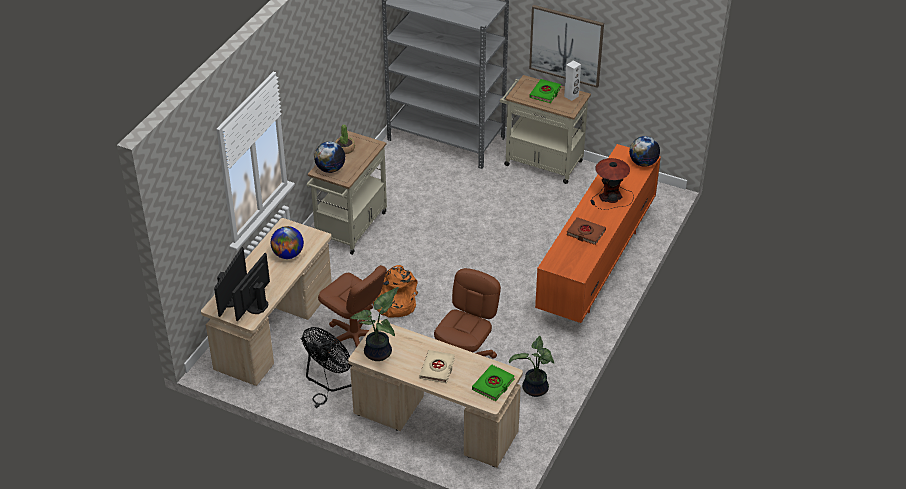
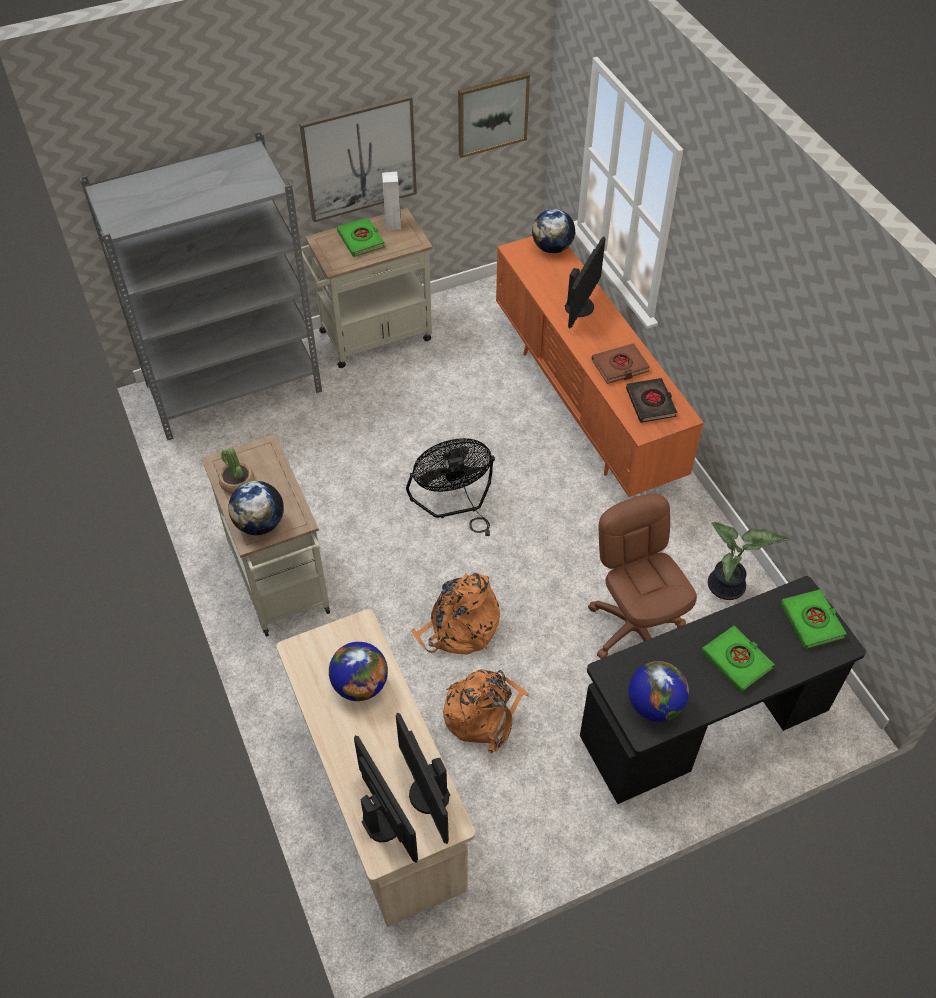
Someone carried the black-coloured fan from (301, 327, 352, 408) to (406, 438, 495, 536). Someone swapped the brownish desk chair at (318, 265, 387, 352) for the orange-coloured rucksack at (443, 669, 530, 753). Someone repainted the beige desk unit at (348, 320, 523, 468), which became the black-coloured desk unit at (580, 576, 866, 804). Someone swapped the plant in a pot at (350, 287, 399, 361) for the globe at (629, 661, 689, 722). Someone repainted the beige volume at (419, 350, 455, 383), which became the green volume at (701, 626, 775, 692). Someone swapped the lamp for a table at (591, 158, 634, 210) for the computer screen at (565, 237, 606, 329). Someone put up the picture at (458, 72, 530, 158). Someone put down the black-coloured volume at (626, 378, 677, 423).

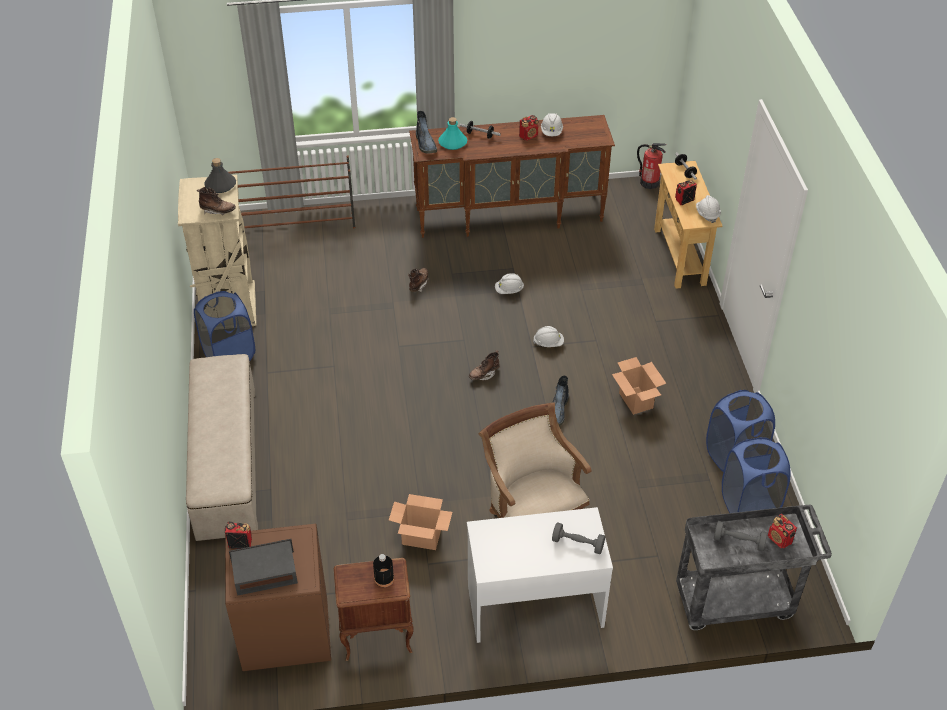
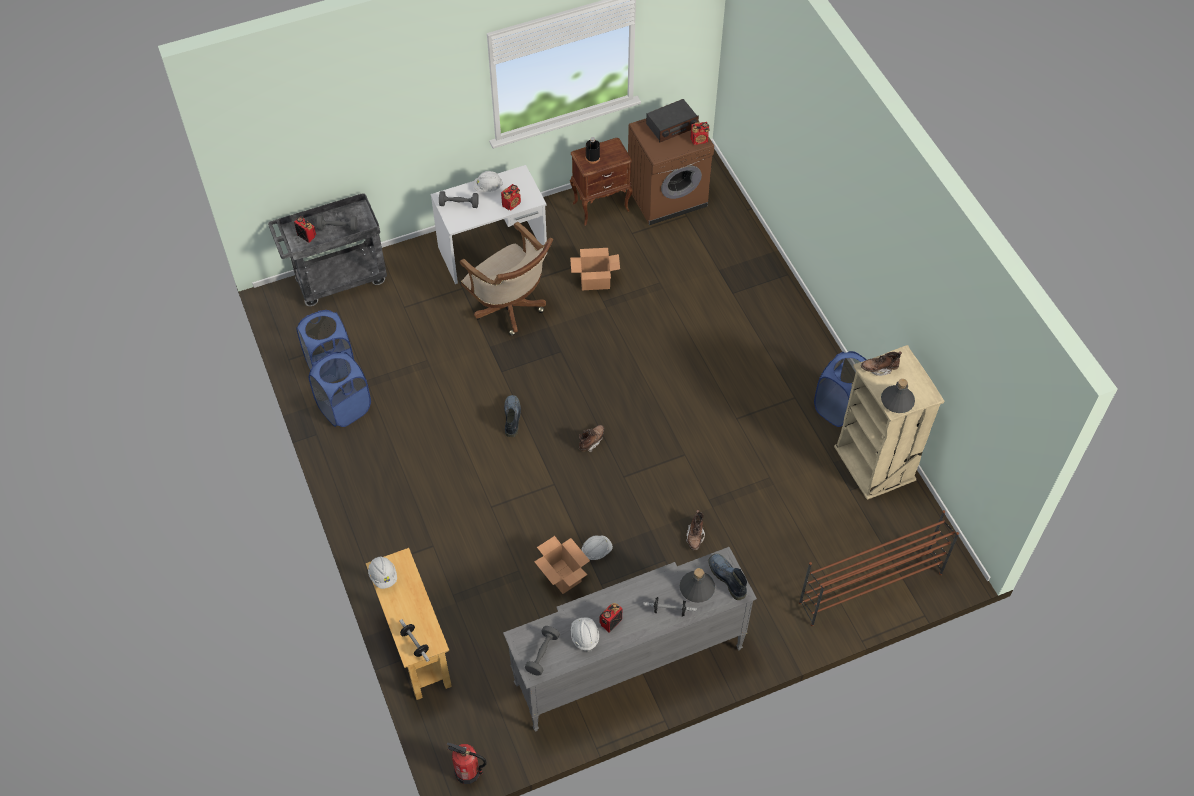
Someone took away the beige indoor bench at (186, 354, 258, 541). Someone repainted the brownish cabinet at (409, 115, 615, 238), which became the grey cabinet at (503, 547, 757, 732). Someone repainted the turquoise-coloured beverage bottle at (438, 117, 467, 150), which became the grey beverage bottle at (680, 568, 715, 603). Someone carried the white hard hat from (533, 326, 564, 347) to (473, 171, 503, 192). Someone carried the packing box from (612, 357, 666, 415) to (534, 536, 590, 594). Someone carried the radio receiver from (675, 180, 697, 205) to (501, 184, 521, 210). Someone put down the grey hand weight at (525, 626, 560, 676).

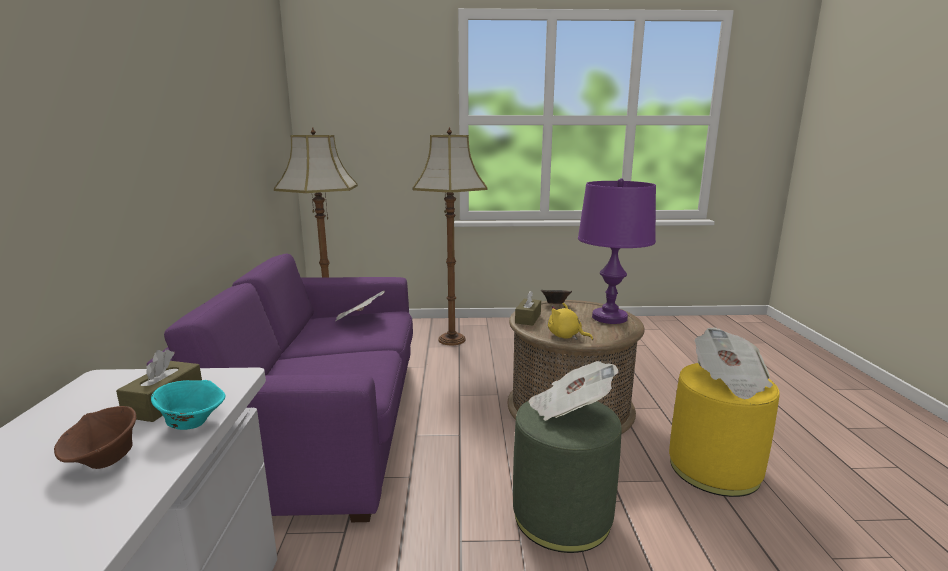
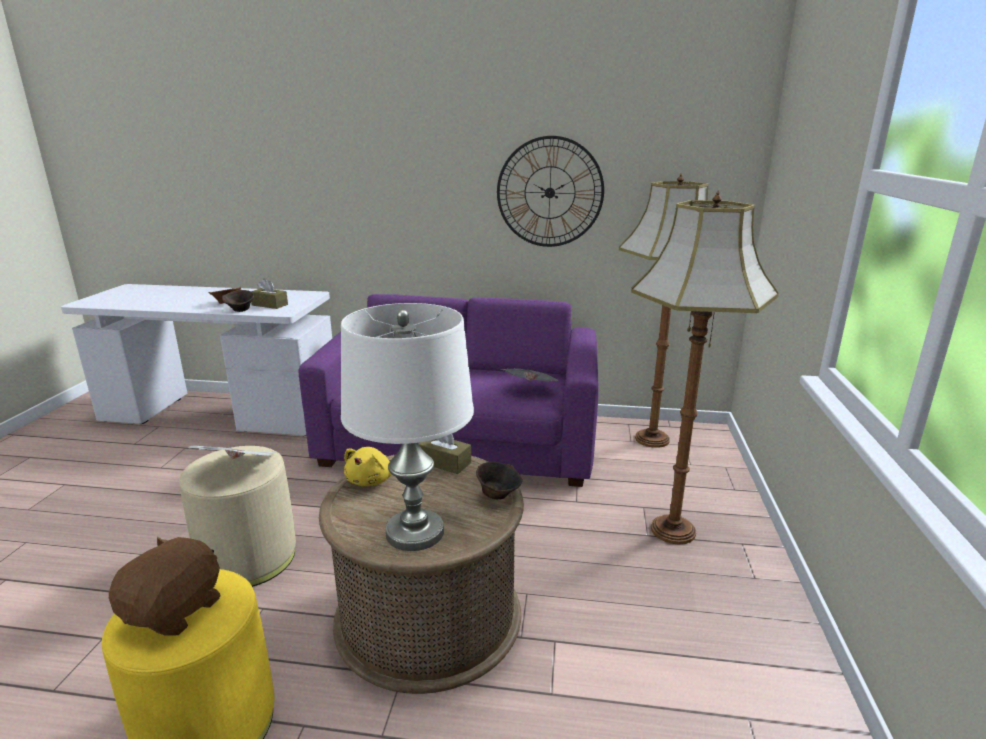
Someone repainted the turquoise-coloured serving bowl at (151, 380, 226, 430), which became the brownish serving bowl at (222, 290, 254, 312). Someone repainted the green footrest at (513, 401, 622, 553), which became the beige footrest at (179, 446, 296, 587). Someone rotated the yellow soft toy at (548, 303, 593, 340) by 150 degrees clockwise. Someone repainted the purple lamp for a table at (578, 178, 656, 324), which became the white lamp for a table at (341, 303, 474, 551). Someone swapped the daily paper at (695, 327, 773, 399) for the brownish soft toy at (109, 536, 221, 636). Someone put up the clock on the wall at (497, 136, 604, 247).

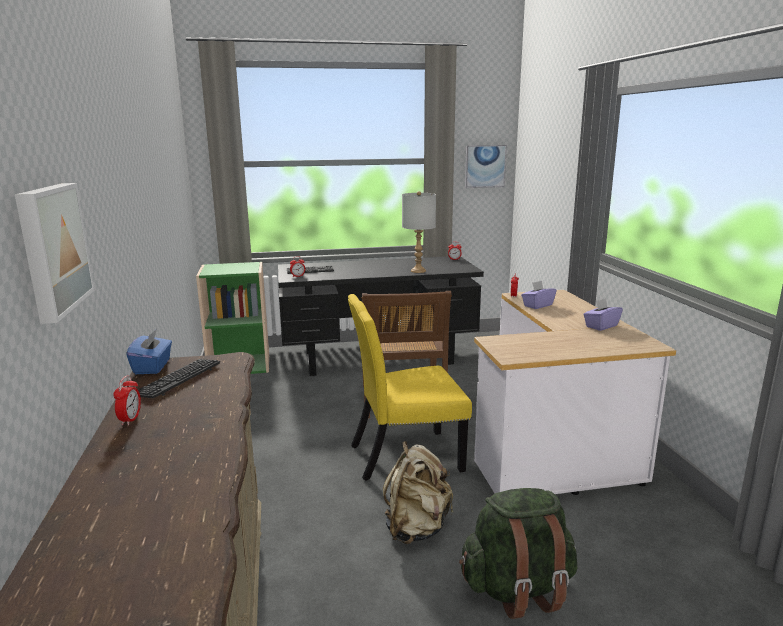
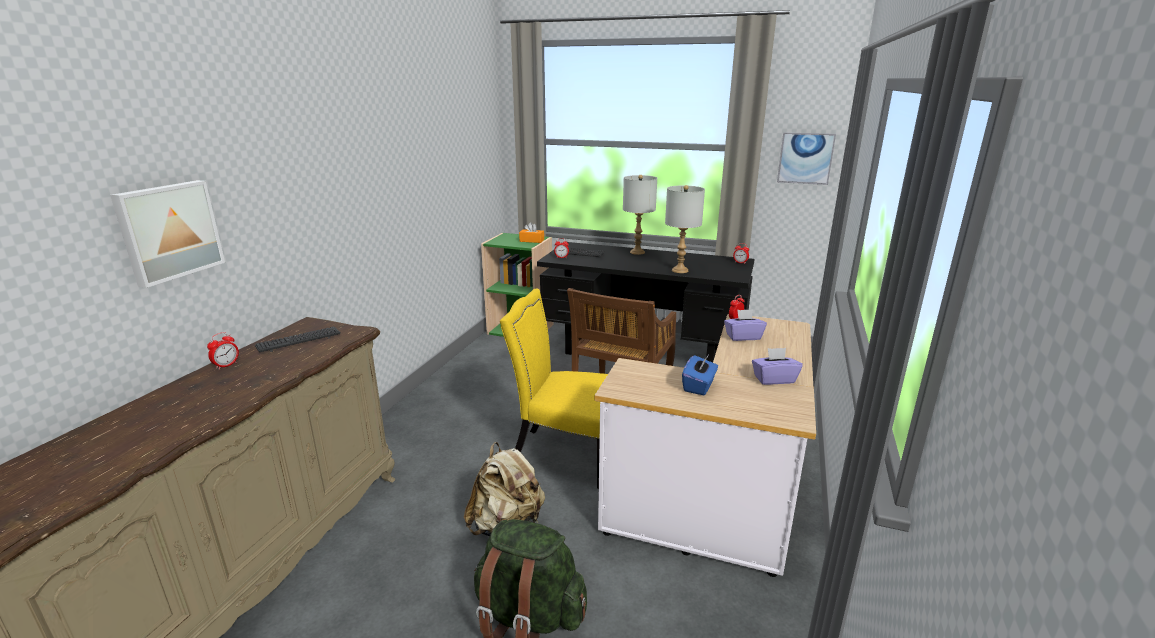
Someone carried the blue-coloured box of tissues from (126, 329, 172, 374) to (682, 355, 718, 395). Someone put down the orange-coloured box of tissues at (519, 222, 544, 243). Someone put down the grey lamp for a table at (623, 175, 657, 255).

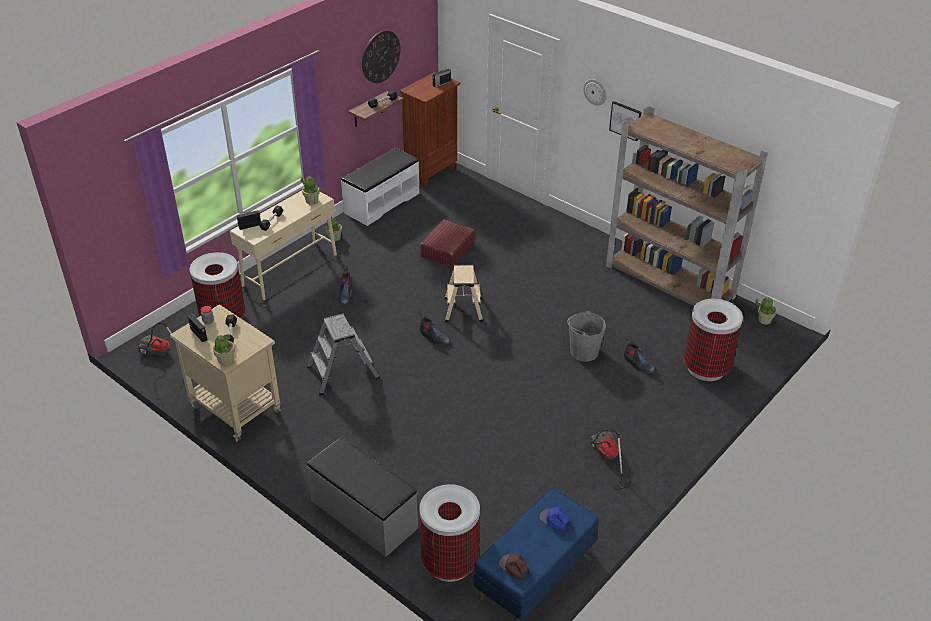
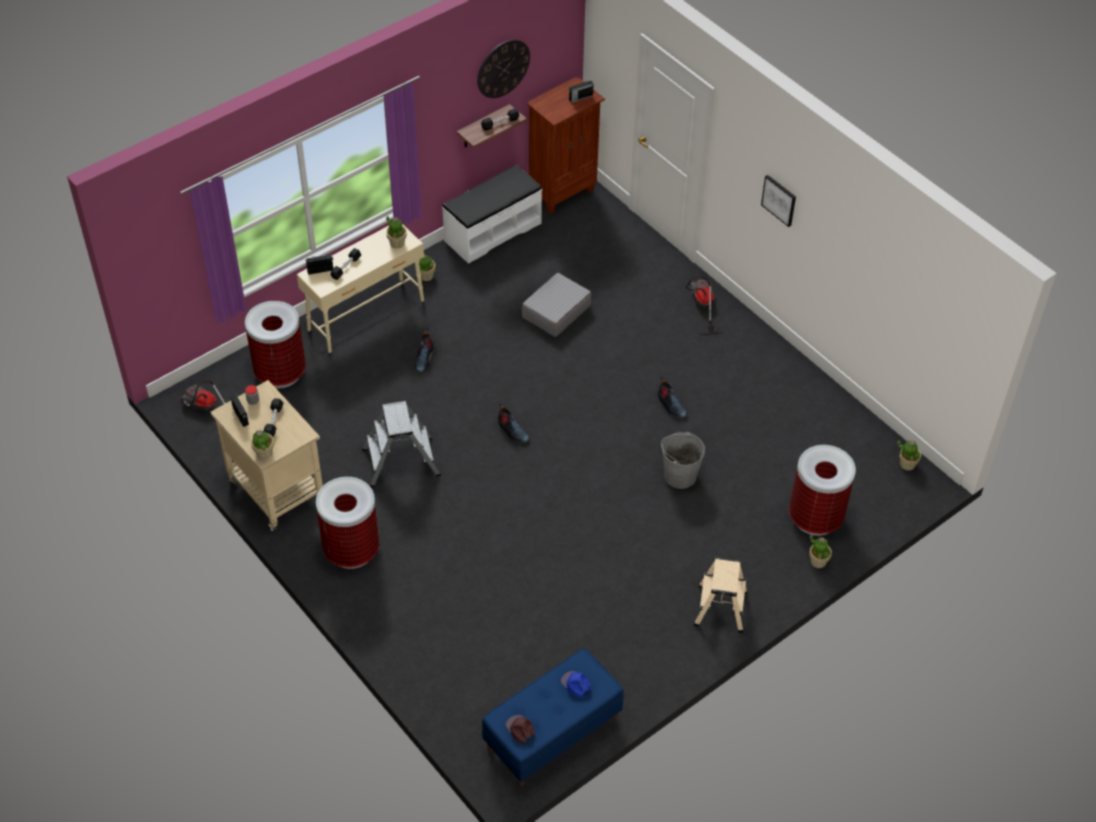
Someone took away the grey indoor bench at (307, 437, 418, 557). Someone carried the waste bin from (419, 484, 480, 582) to (316, 477, 379, 569). Someone repainted the red suitcase at (420, 220, 475, 267), which became the grey suitcase at (522, 273, 591, 337). Someone carried the beige step ladder from (444, 264, 484, 323) to (693, 557, 748, 633). Someone took away the clock on the wall at (583, 79, 606, 106). Someone carried the vacuum cleaner from (590, 429, 636, 490) to (686, 276, 722, 335). Someone took away the brownish bookshelf at (606, 106, 768, 306). Someone carried the boot from (624, 336, 655, 374) to (658, 374, 687, 418). Someone put down the plant in a pot at (809, 535, 832, 568).

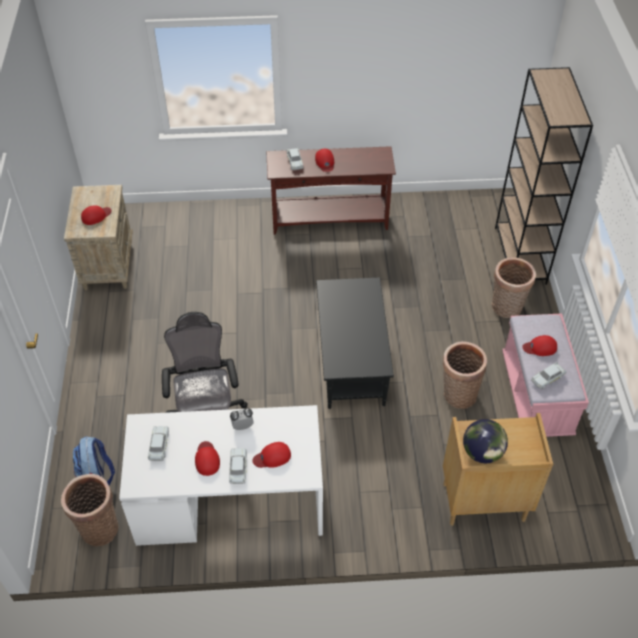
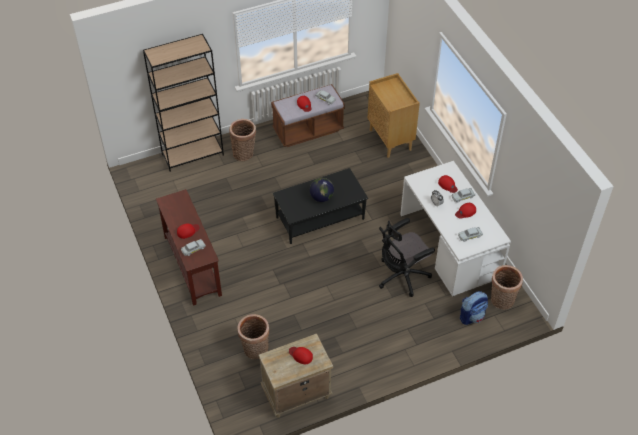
Someone carried the storage basket from (443, 341, 487, 409) to (237, 314, 269, 359). Someone carried the globe from (463, 419, 508, 463) to (310, 178, 334, 202). Someone repainted the pink indoor bench at (502, 313, 589, 437), which became the brownish indoor bench at (271, 84, 345, 147).

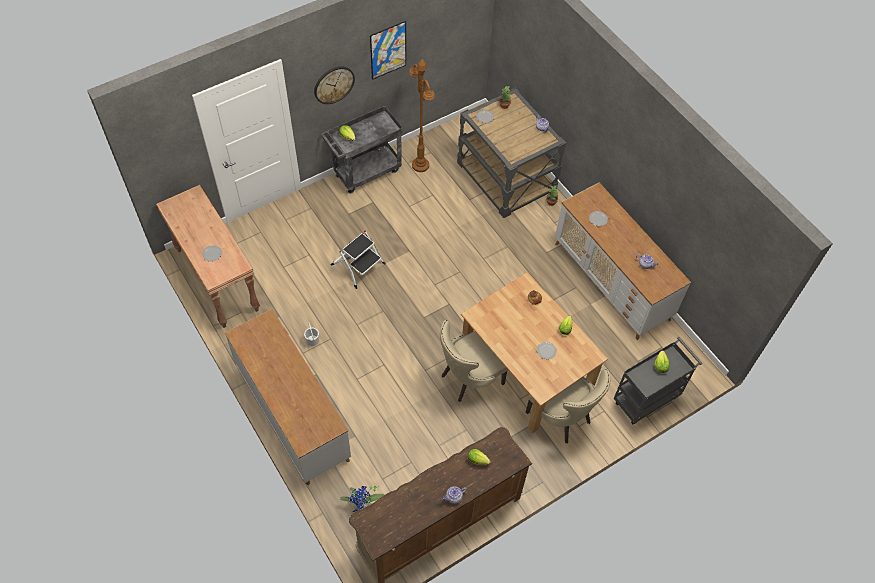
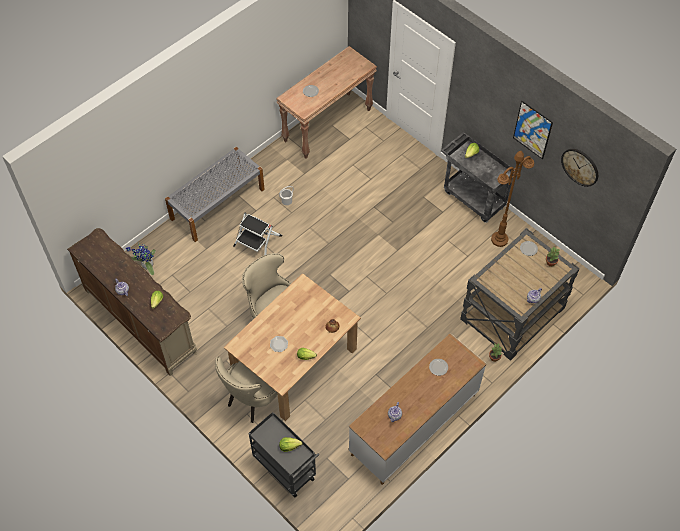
Someone swapped the dresser at (225, 309, 351, 485) for the grey indoor bench at (165, 147, 265, 242). Someone carried the clock on the wall from (314, 66, 355, 104) to (561, 149, 598, 187). Someone carried the step ladder from (330, 231, 385, 289) to (233, 213, 283, 255).

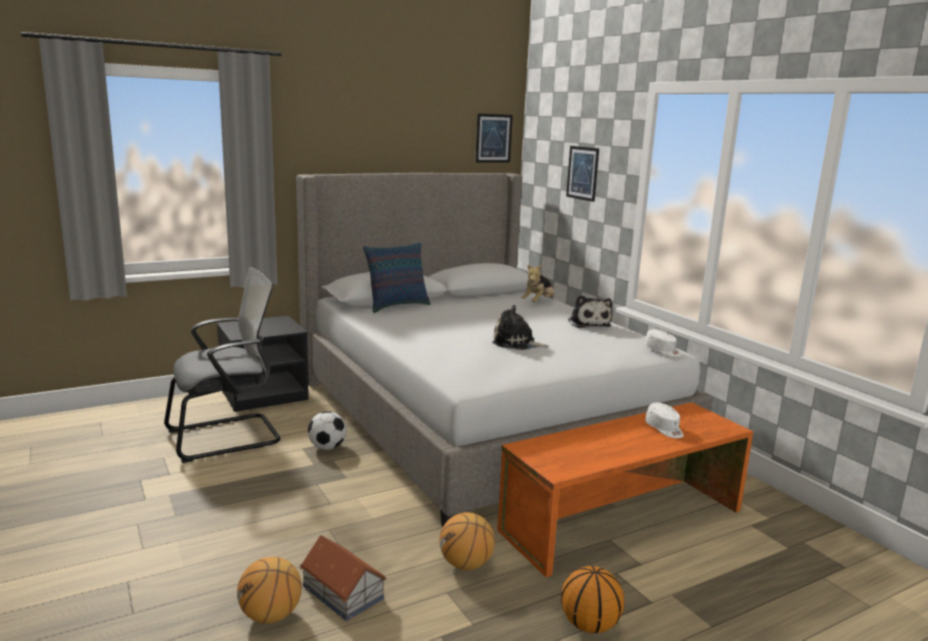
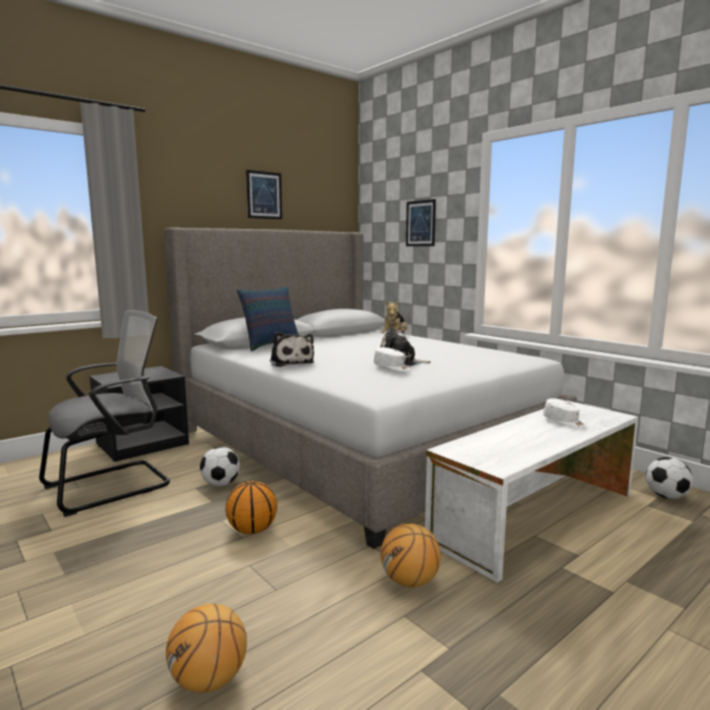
Someone took away the toy house at (300, 535, 386, 621). Someone carried the picture from (475, 113, 513, 163) to (246, 170, 282, 219). Someone repainted the orange-coloured indoor bench at (497, 402, 754, 577), which became the white indoor bench at (425, 401, 638, 583). Someone carried the basketball from (561, 566, 624, 633) to (225, 481, 277, 534). Someone carried the soft toy from (568, 295, 612, 328) to (270, 332, 314, 367). Someone carried the white cap from (644, 329, 681, 357) to (374, 347, 410, 371). Someone put down the football at (646, 457, 693, 499).

